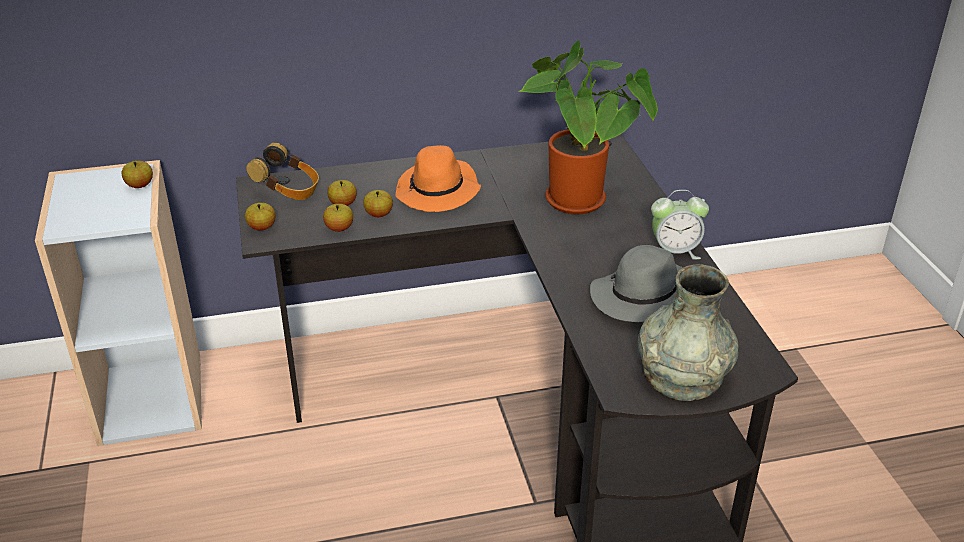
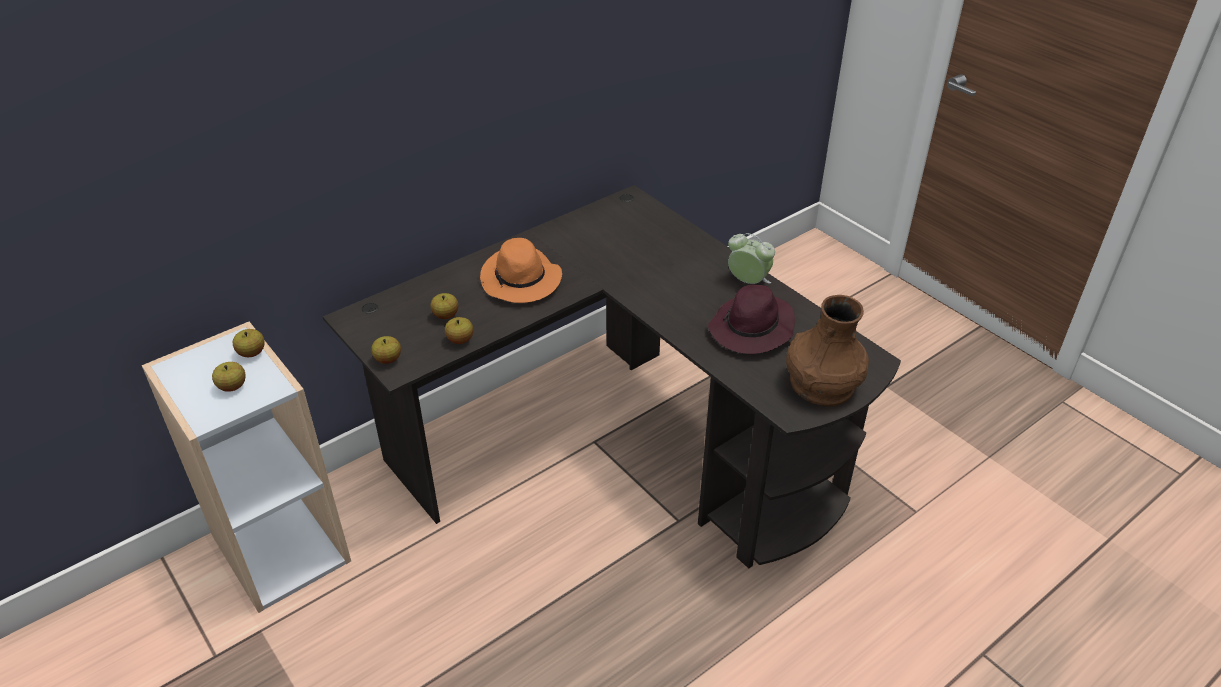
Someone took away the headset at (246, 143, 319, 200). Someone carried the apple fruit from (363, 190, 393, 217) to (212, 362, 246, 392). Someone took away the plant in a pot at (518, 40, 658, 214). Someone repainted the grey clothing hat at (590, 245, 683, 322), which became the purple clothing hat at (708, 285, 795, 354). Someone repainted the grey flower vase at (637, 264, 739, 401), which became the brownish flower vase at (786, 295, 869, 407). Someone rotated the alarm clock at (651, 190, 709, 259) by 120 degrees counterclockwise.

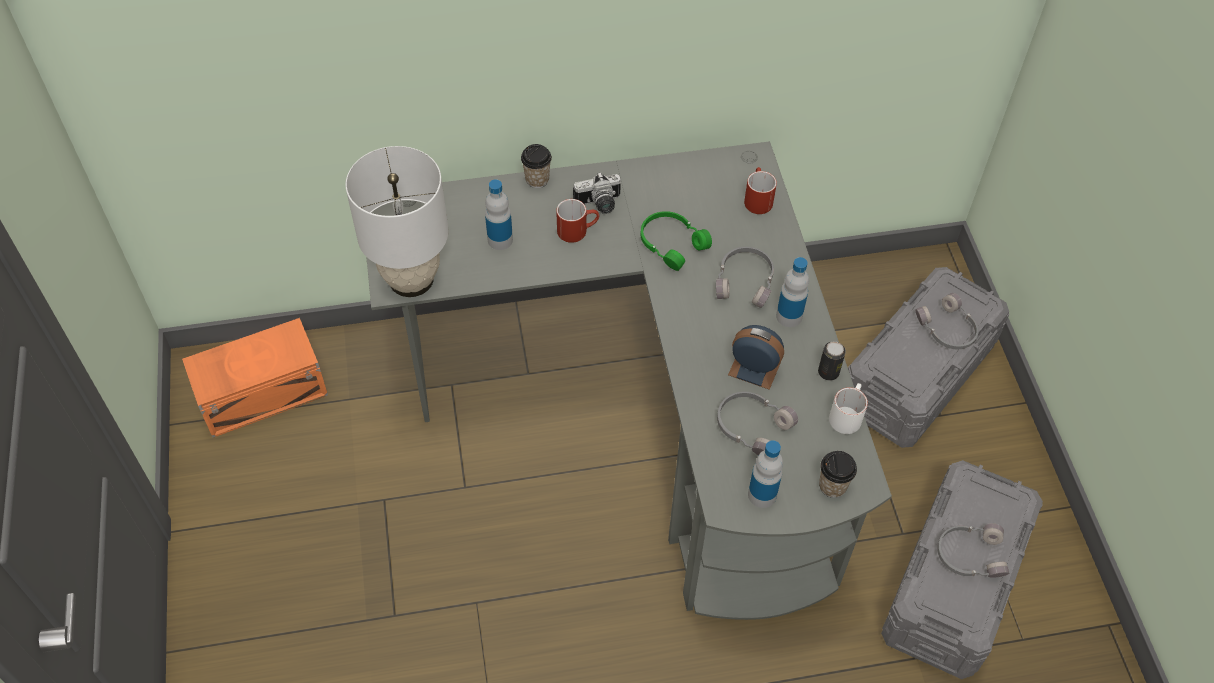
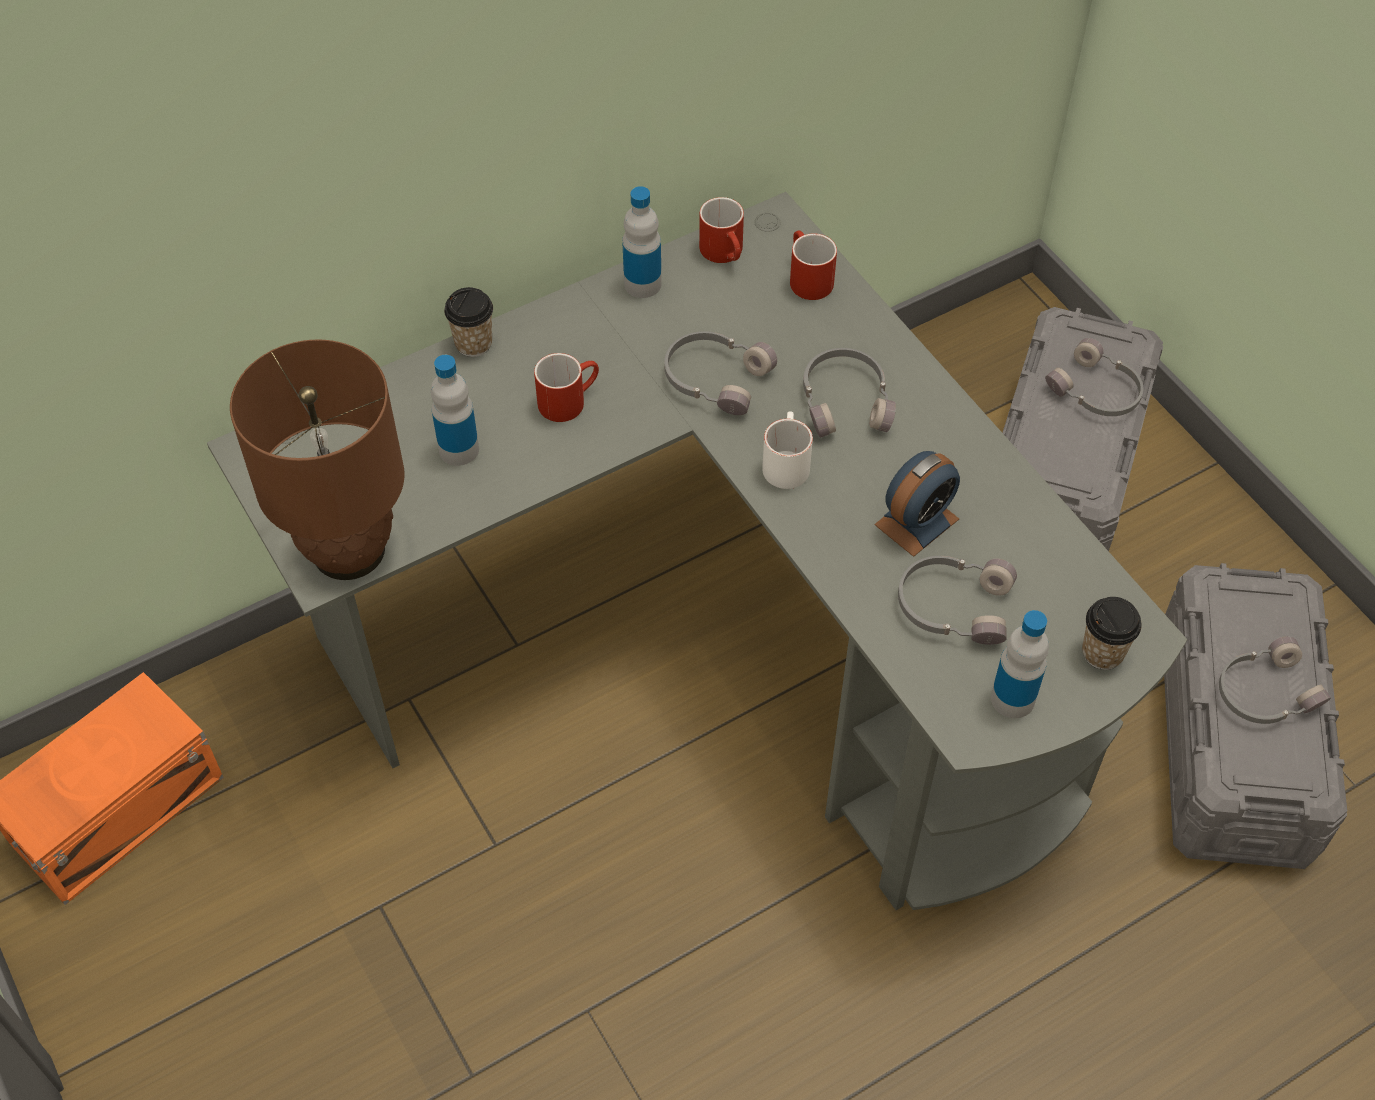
Someone repainted the white lamp for a table at (345, 146, 448, 297), which became the brownish lamp for a table at (230, 340, 405, 580). Someone took away the photo camera at (573, 173, 621, 214). Someone repainted the green headset at (641, 211, 712, 271), which became the grey headset at (664, 331, 777, 415). Someone rotated the alarm clock at (728, 325, 784, 390) by 135 degrees clockwise. Someone carried the beverage bottle from (776, 257, 809, 327) to (622, 186, 662, 298). Someone took away the can at (818, 341, 846, 381). Someone carried the white tea mug from (829, 383, 868, 434) to (762, 411, 813, 489). Someone put down the red tea mug at (699, 197, 744, 263).

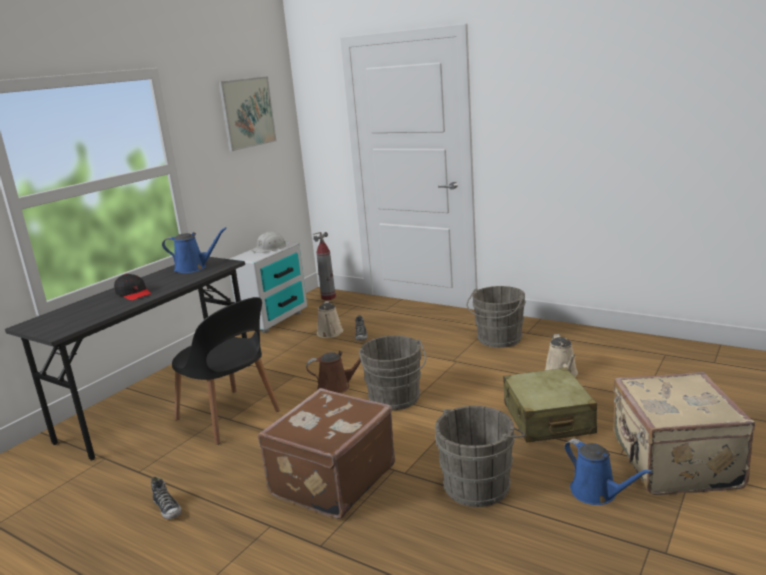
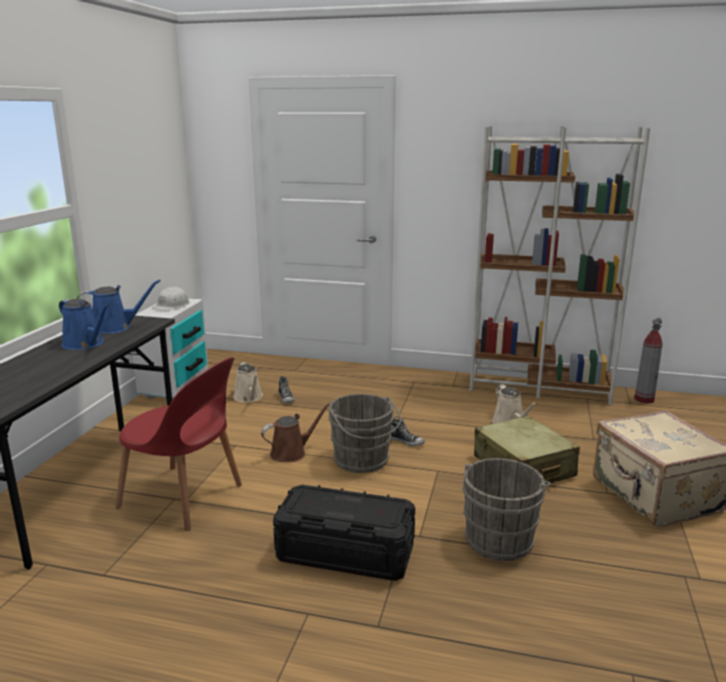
Someone took away the black-coloured cap at (114, 274, 151, 300). Someone carried the item of footwear from (151, 477, 181, 519) to (391, 418, 425, 446). Someone repainted the black-coloured plain chair at (172, 297, 280, 445), which became the red plain chair at (115, 357, 242, 531). Someone took away the picture at (218, 76, 276, 151). Someone swapped the brownish suitcase at (258, 388, 395, 519) for the black-coloured storage box at (273, 485, 415, 581). Someone carried the fire-fighting cylinder from (313, 232, 336, 300) to (634, 318, 663, 403). Someone took away the grey pail at (467, 286, 526, 348). Someone carried the blue-coloured watering can from (565, 439, 653, 505) to (59, 299, 109, 350). Someone put down the brownish bookshelf at (469, 126, 650, 405).

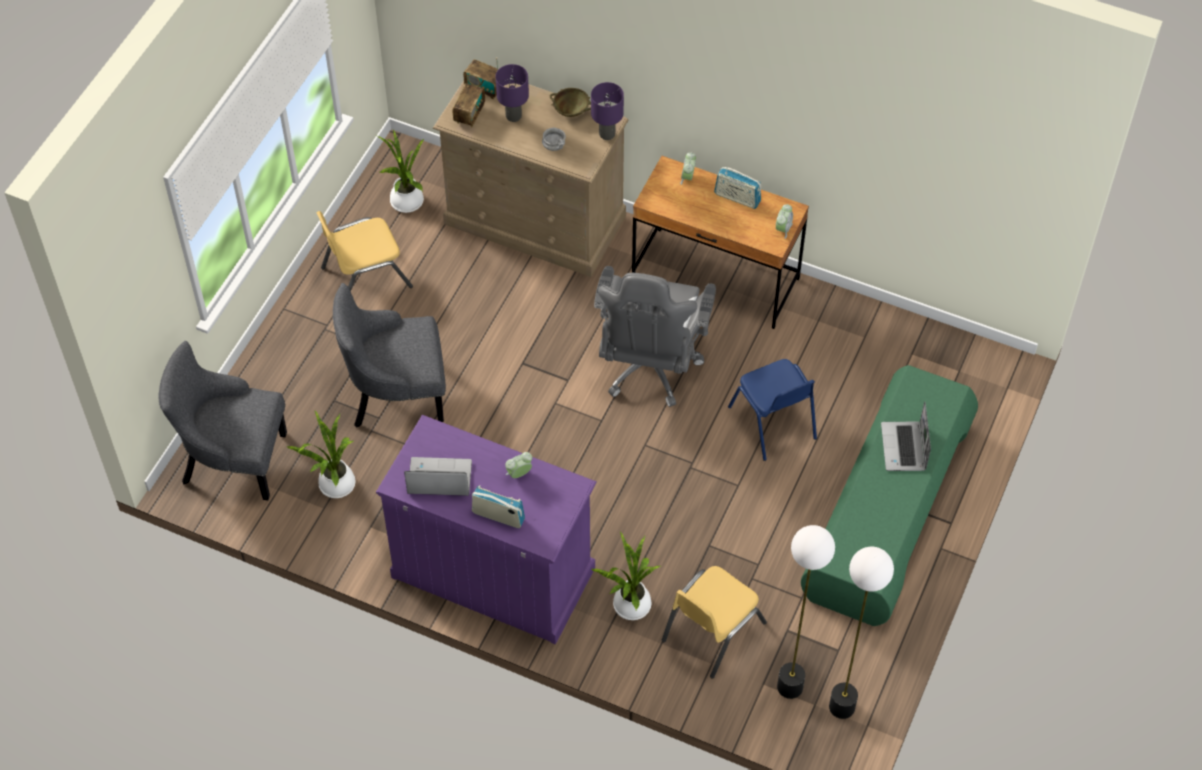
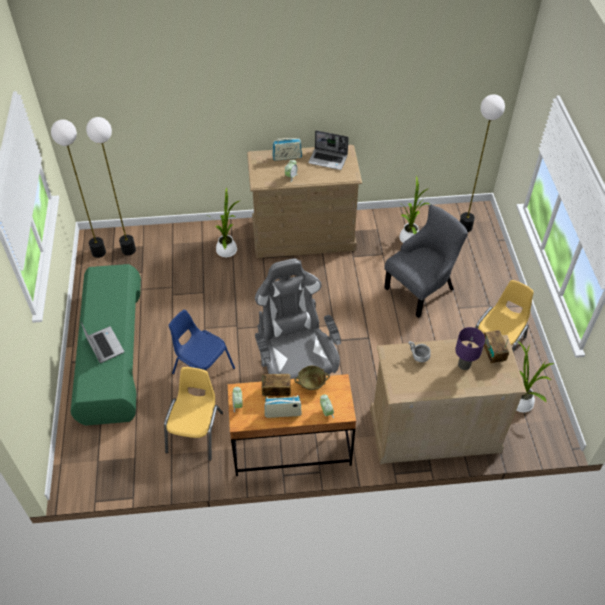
Someone swapped the grey lounge chair at (158, 341, 287, 500) for the floor lamp at (460, 94, 505, 232). Someone repainted the purple dresser at (376, 415, 597, 645), which became the beige dresser at (247, 145, 362, 258). Someone rotated the portable computer at (404, 457, 472, 496) by 45 degrees clockwise. Someone carried the radio receiver from (463, 57, 499, 99) to (262, 374, 291, 397). Someone carried the beige serving bowl from (550, 88, 591, 117) to (294, 366, 330, 390). Someone took away the purple lamp for a table at (591, 82, 624, 140). Someone carried the yellow plain chair from (662, 566, 767, 679) to (164, 367, 223, 461).

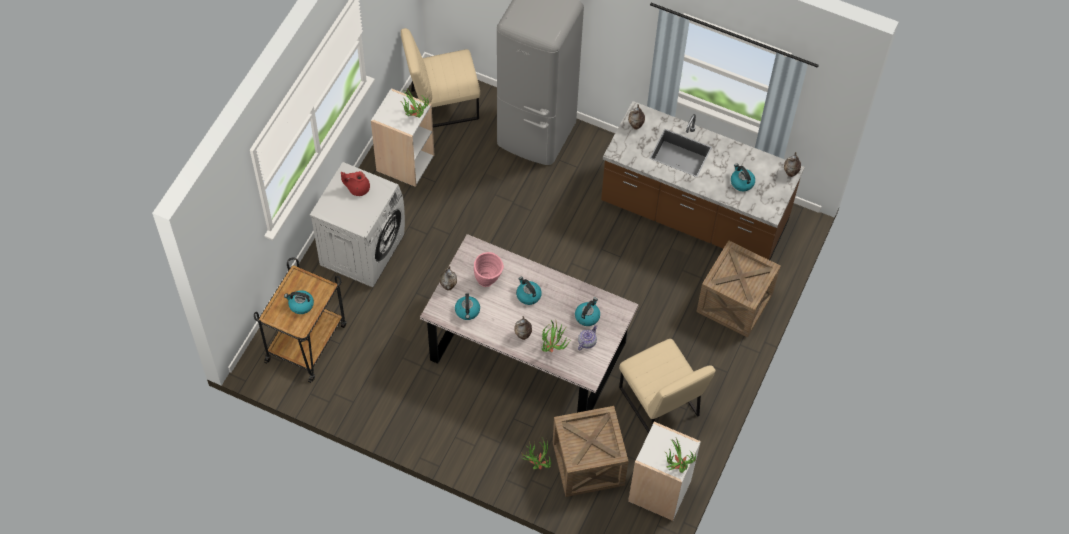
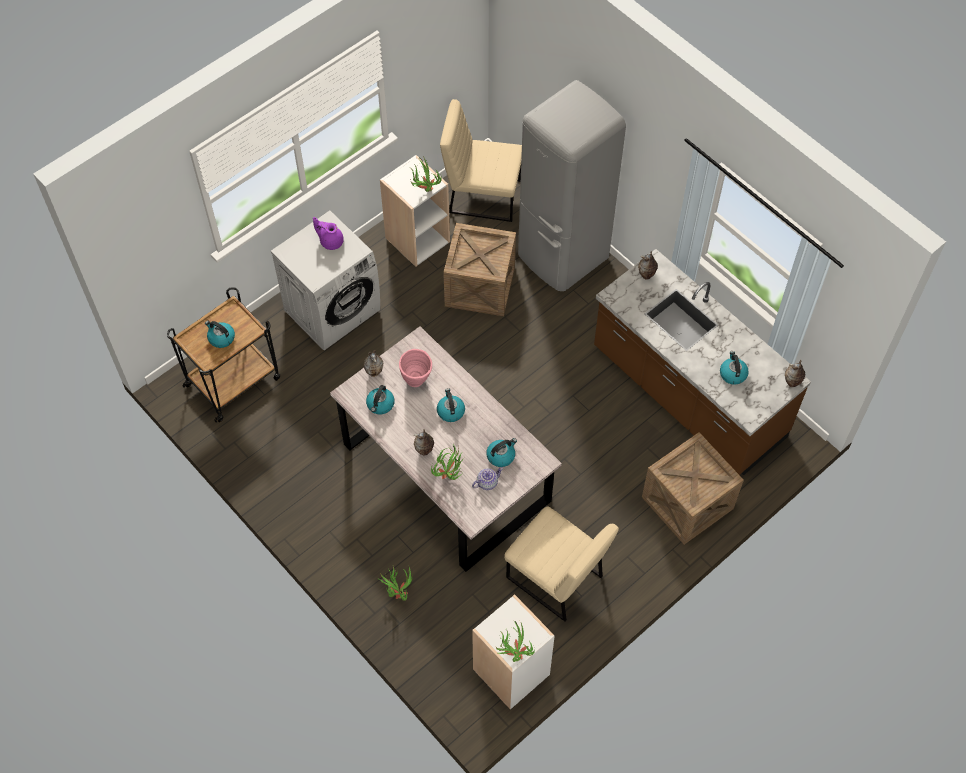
Someone repainted the red teapot at (341, 171, 370, 196), which became the purple teapot at (313, 217, 344, 250). Someone carried the packing crate from (553, 406, 629, 497) to (443, 223, 516, 316). Someone rotated the beige plain chair at (619, 339, 716, 433) by 45 degrees counterclockwise.

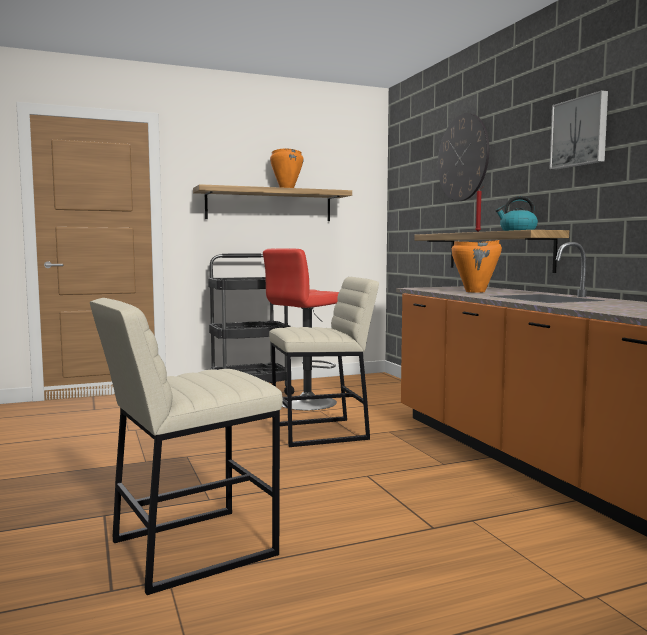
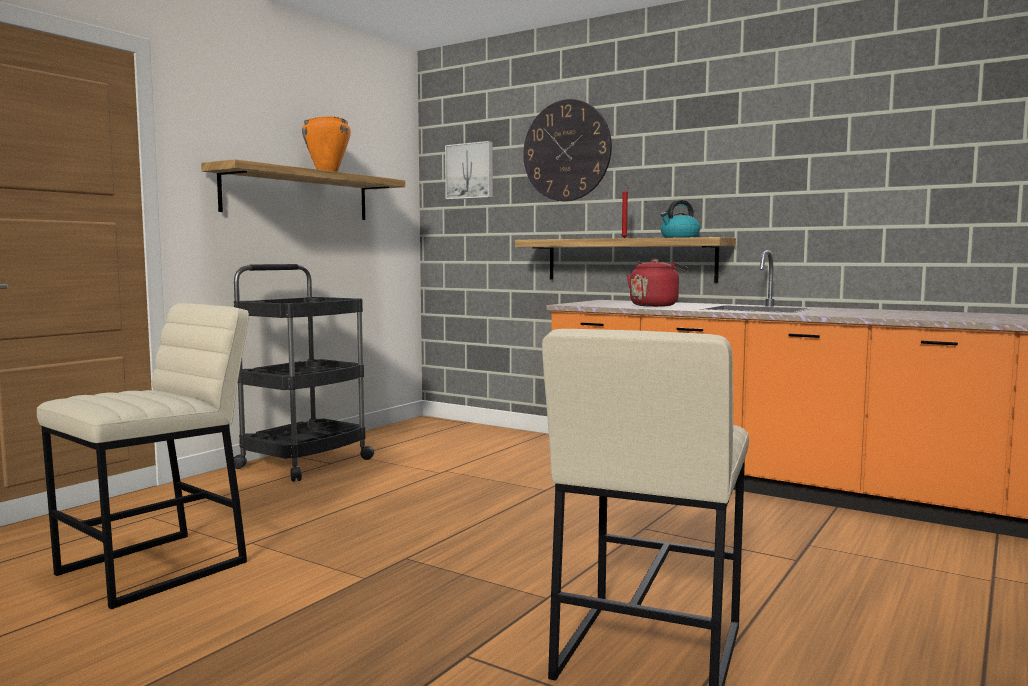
Someone took away the red sitting stool at (263, 248, 339, 410). Someone carried the beige plain chair from (269, 277, 379, 447) to (37, 303, 249, 609). Someone swapped the orange-coloured cooking pot at (451, 240, 502, 293) for the red kettle at (627, 259, 688, 307). Someone carried the picture from (550, 90, 608, 170) to (445, 141, 493, 200).

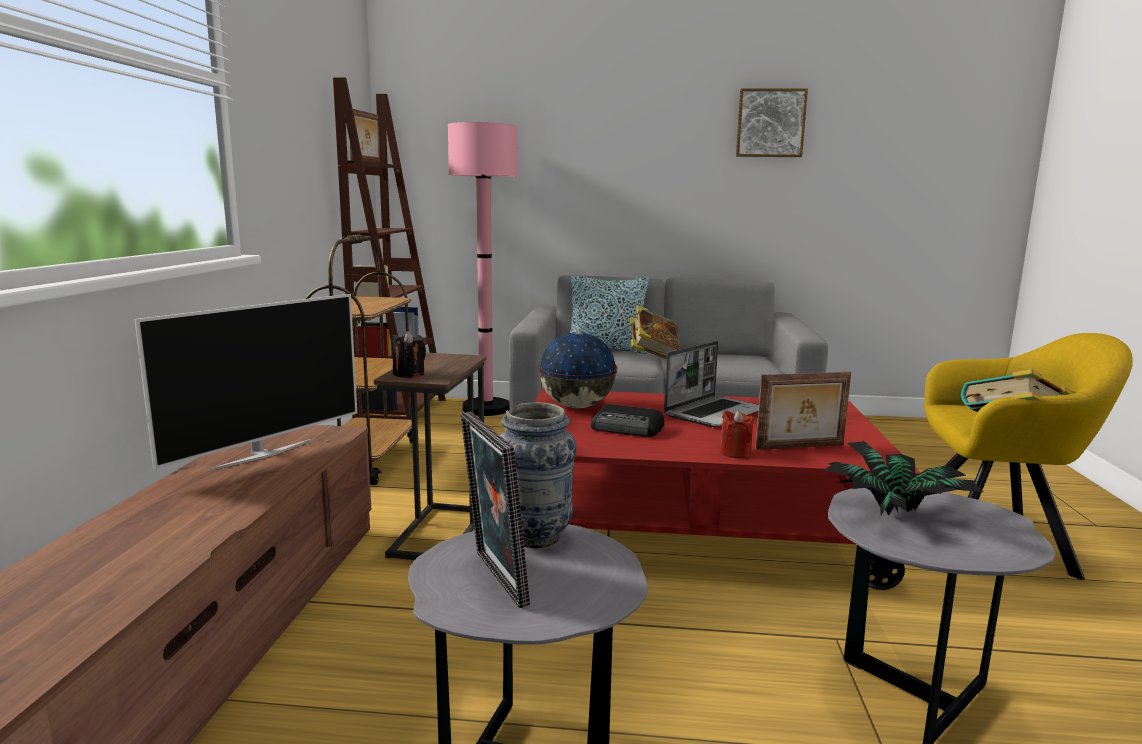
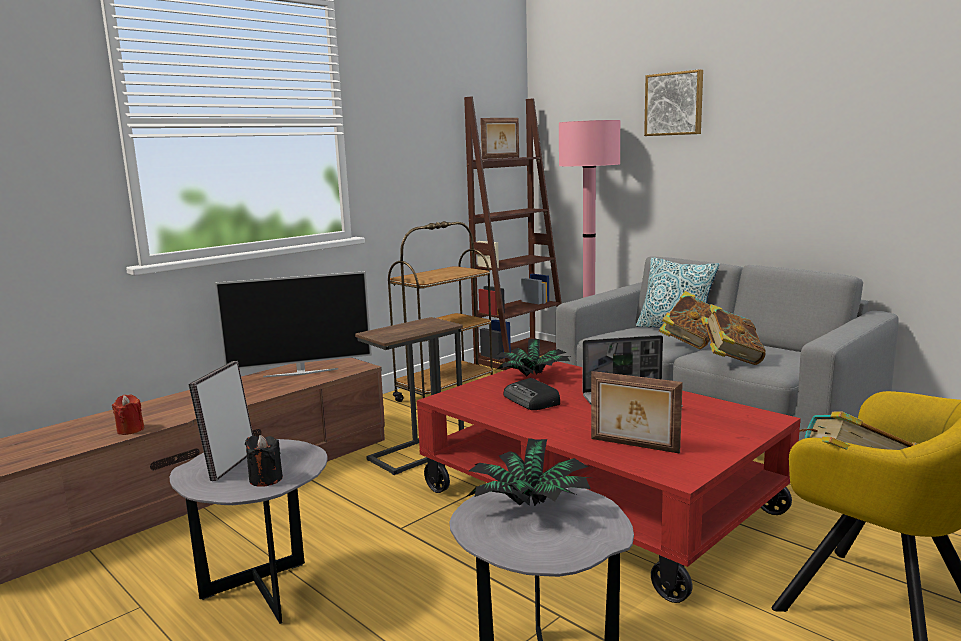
Someone carried the black-coloured wax candle from (392, 331, 426, 378) to (245, 435, 283, 487). Someone took away the flower vase at (500, 402, 576, 548). Someone swapped the globe at (538, 332, 618, 408) for the plant in a pot at (496, 339, 570, 376). Someone carried the red wax candle from (720, 410, 753, 458) to (112, 394, 144, 435). Someone carried the picture from (736, 88, 808, 157) to (644, 69, 703, 136). Someone put down the volume at (701, 304, 766, 365).

